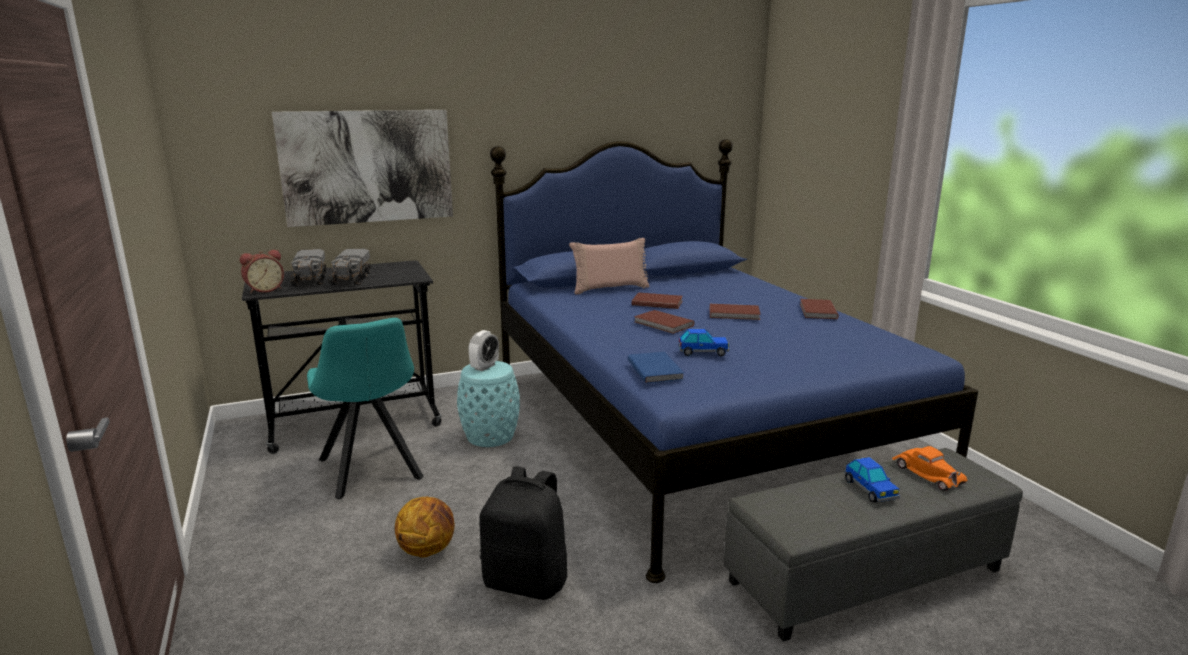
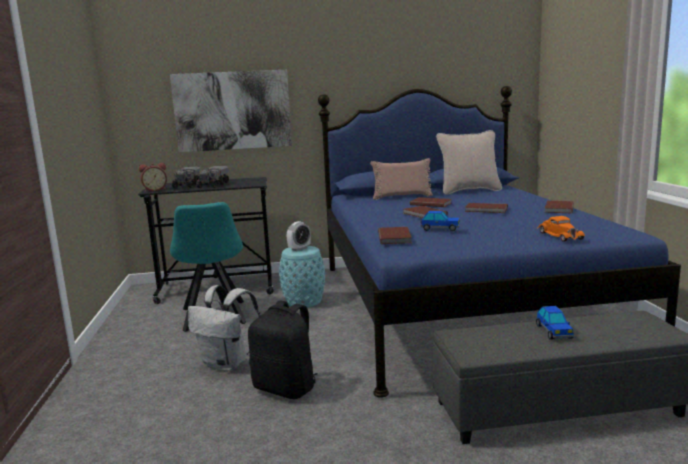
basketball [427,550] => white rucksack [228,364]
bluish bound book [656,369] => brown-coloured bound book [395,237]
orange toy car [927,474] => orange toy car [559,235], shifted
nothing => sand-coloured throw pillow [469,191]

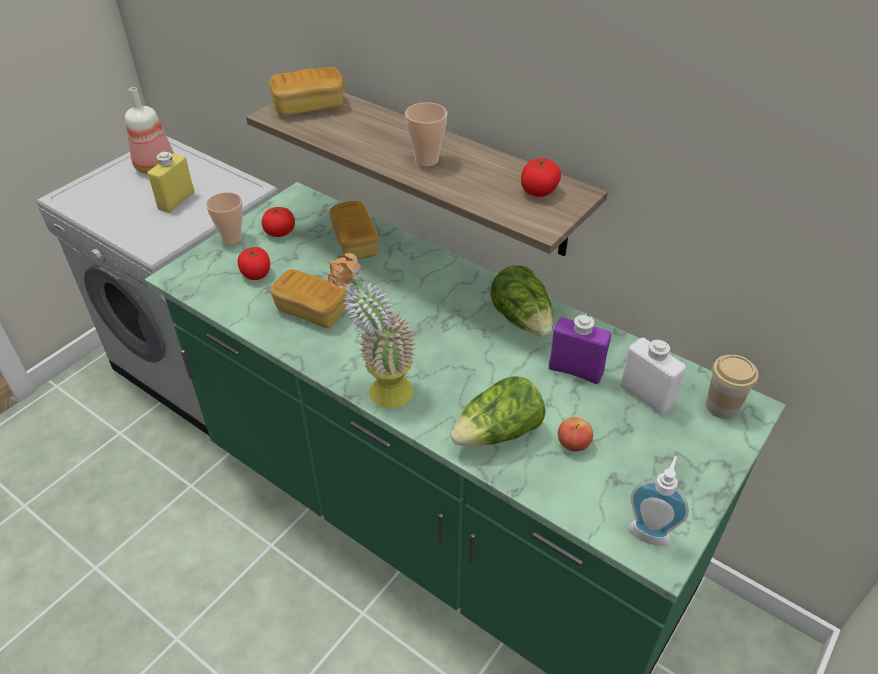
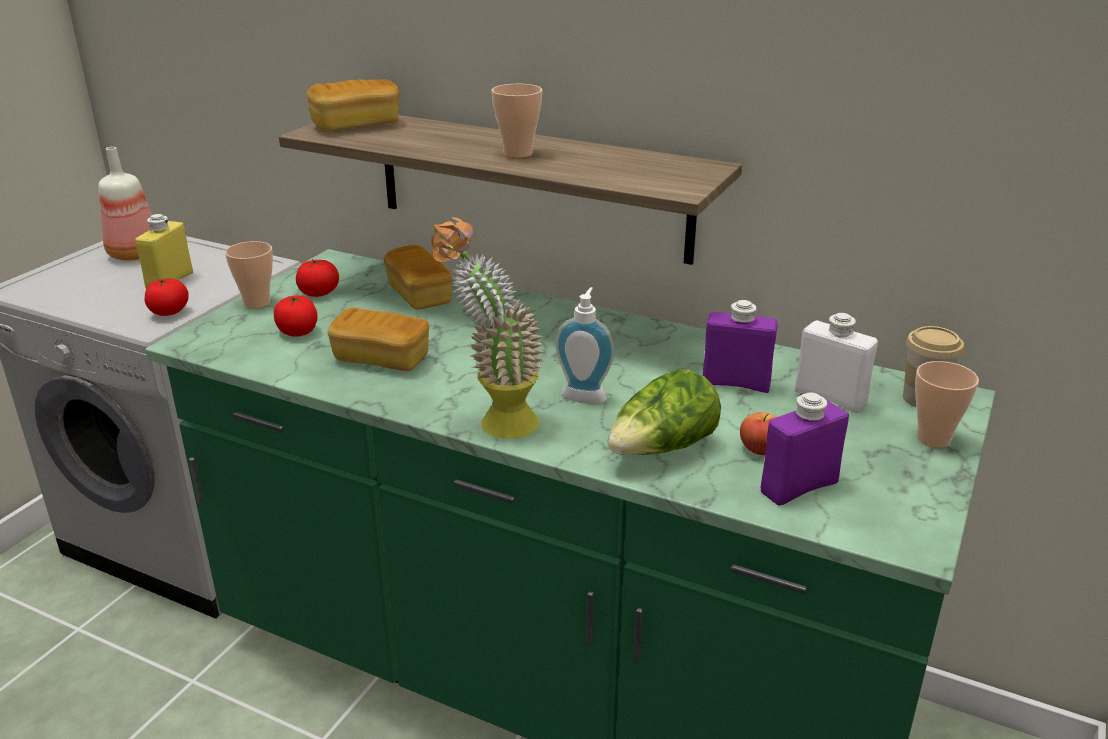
lettuce head [523,319] => nothing
whole tomato [538,191] => whole tomato [169,312], shifted
soap dispenser [650,530] => soap dispenser [585,395], shifted
nothing => purple bottle [799,487]
nothing => drinking cup [933,439]

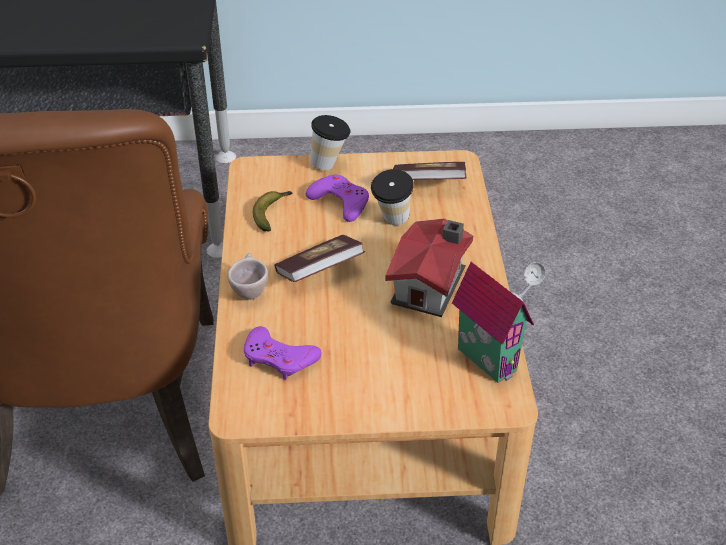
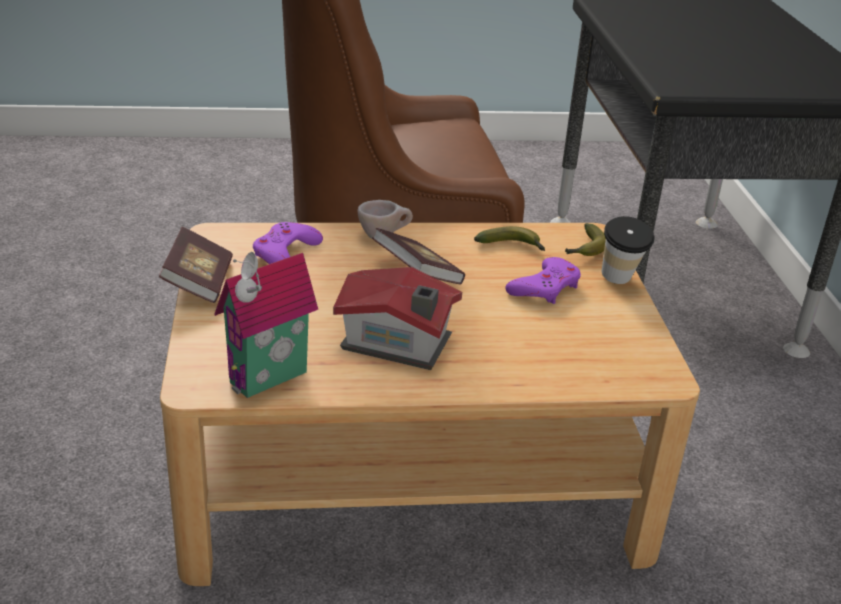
drinking cup [392,222] => nothing
bound book [429,184] => bound book [199,282], shifted
nothing => banana fruit [585,249]

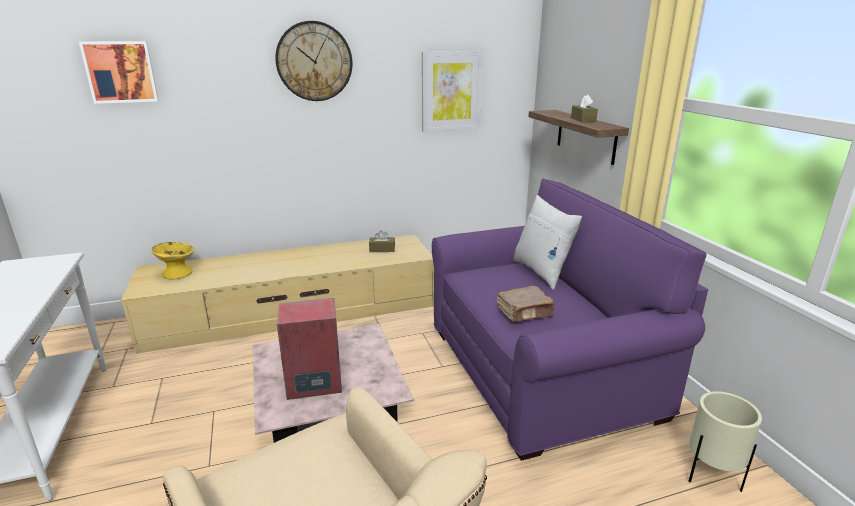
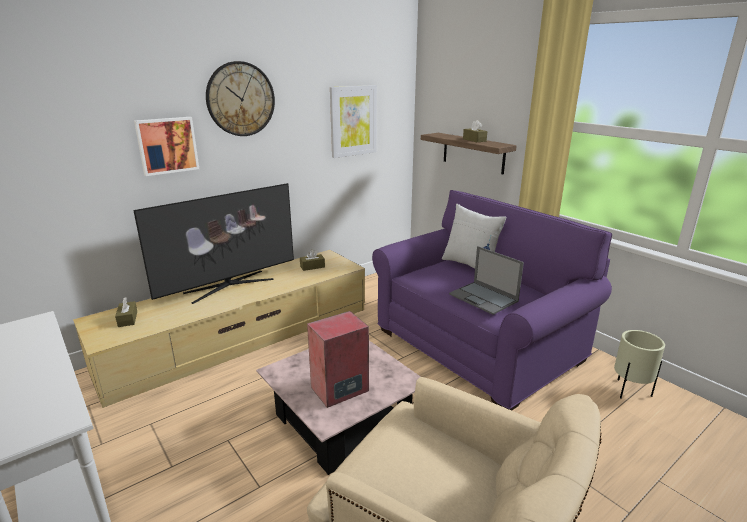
picture [121,72] => picture [167,145], shifted
yellow bowl [177,273] => brown-coloured box of tissues [127,319]
brown-coloured bound book [525,312] => notebook computer [484,298]
nothing => television [228,286]

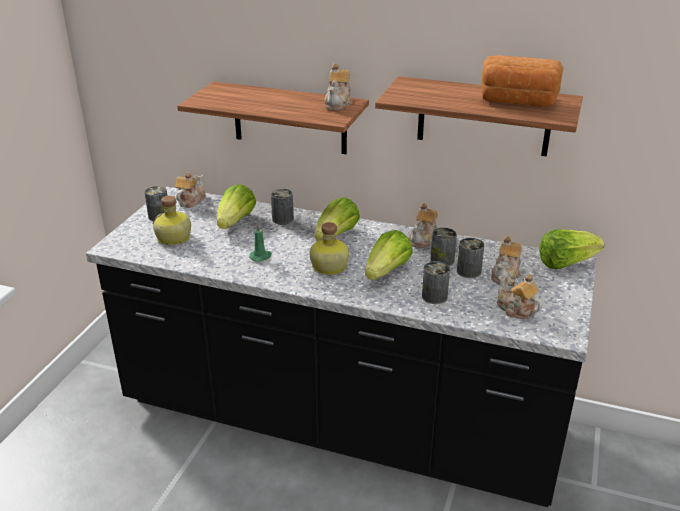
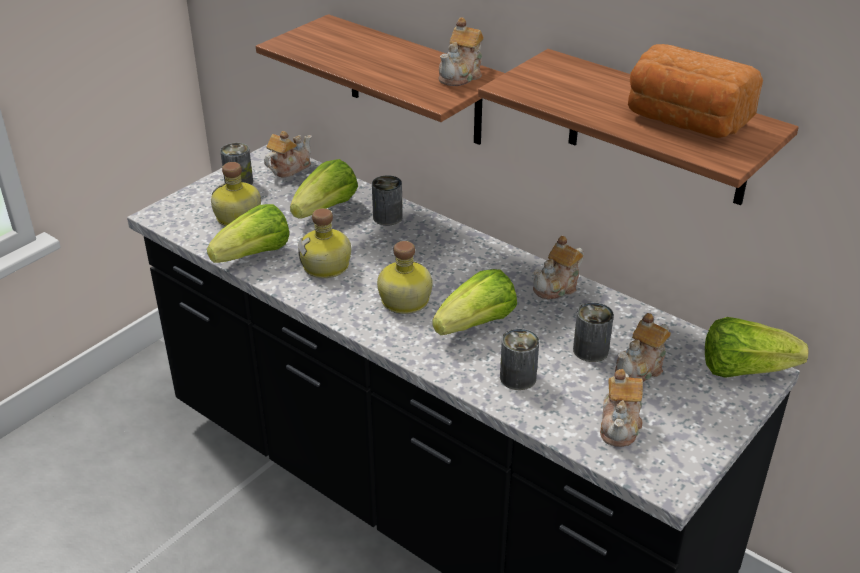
greenish wax light [261,256] => bottle [327,266]
lettuce head [336,235] => lettuce head [254,255], shifted
metal can [442,260] => nothing
tea pot [515,309] => tea pot [620,425], 150 degrees counterclockwise

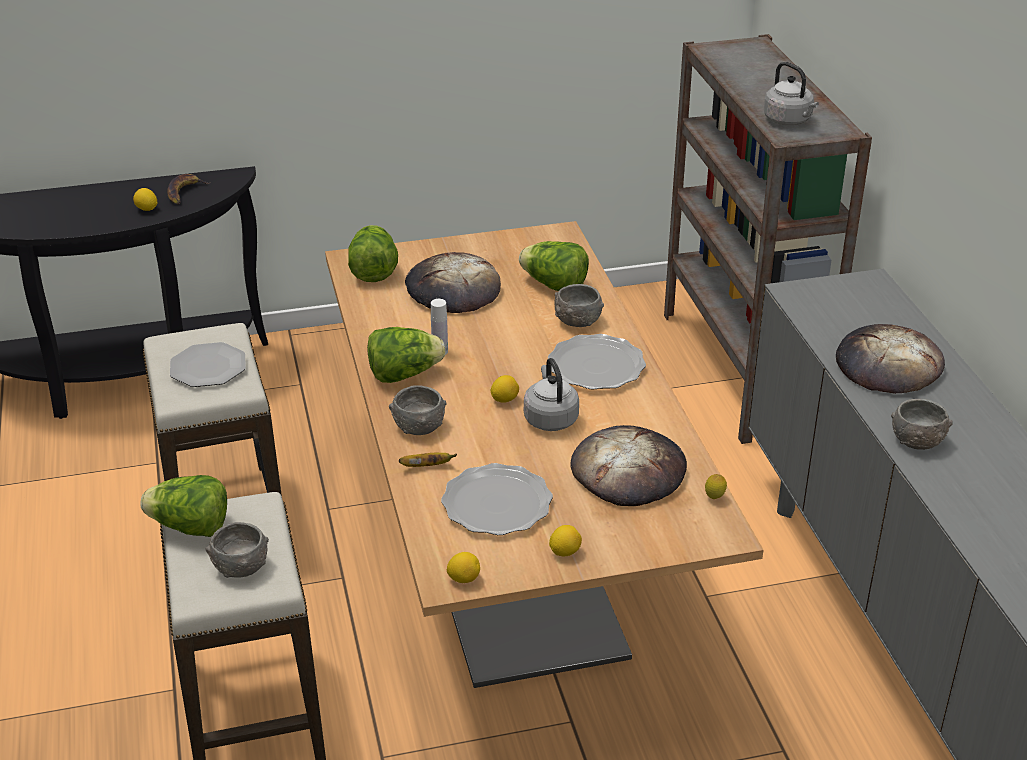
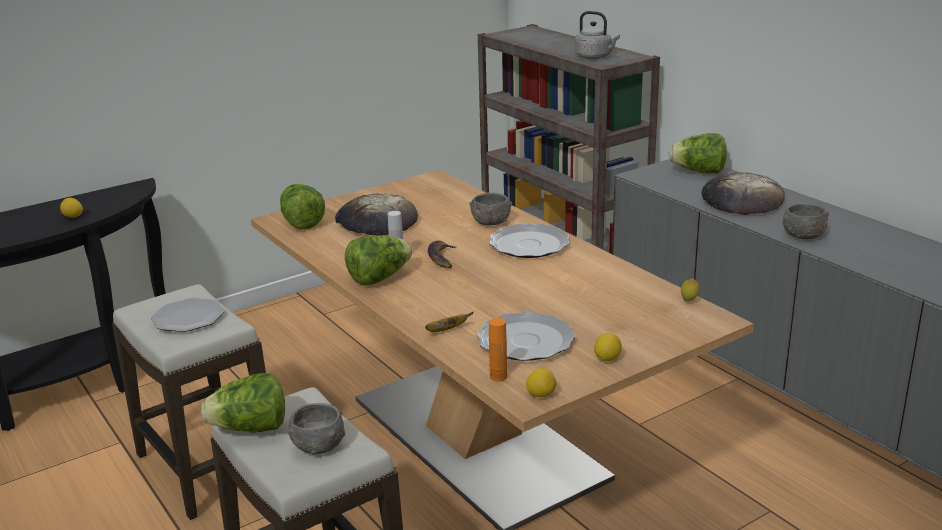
banana fruit [184,192] => banana fruit [442,258], shifted
grey bowl [418,426] => nothing
whole lemon [504,399] => nothing
lettuce head [554,285] => lettuce head [699,172], shifted
grey water kettle [550,418] => nothing
bakery bread [628,471] => nothing
nothing => orange bottle [498,377]

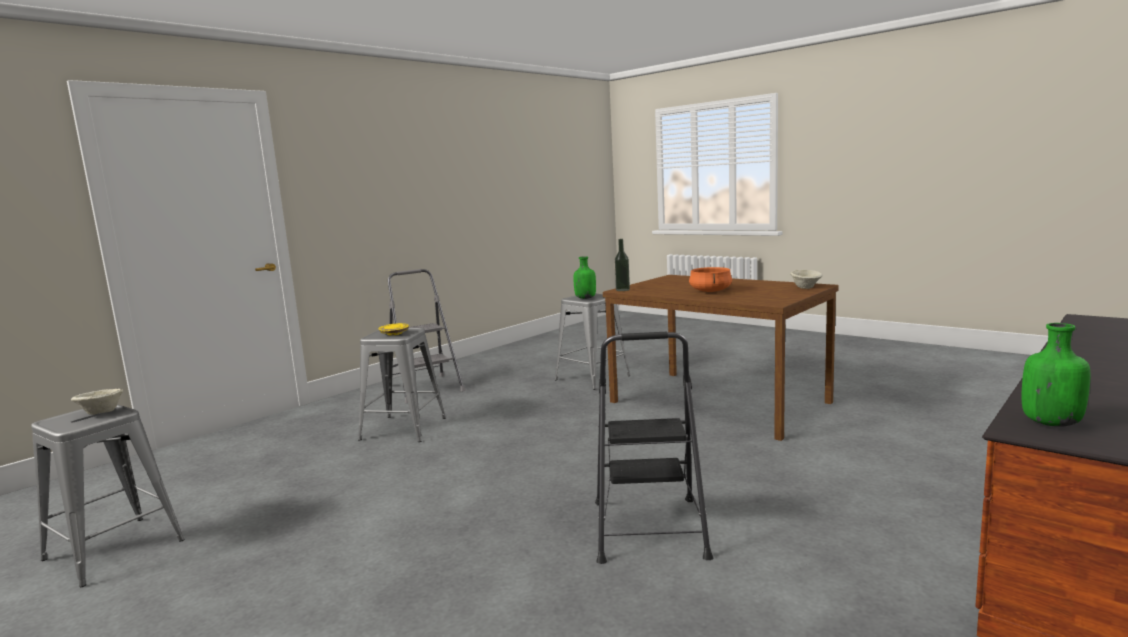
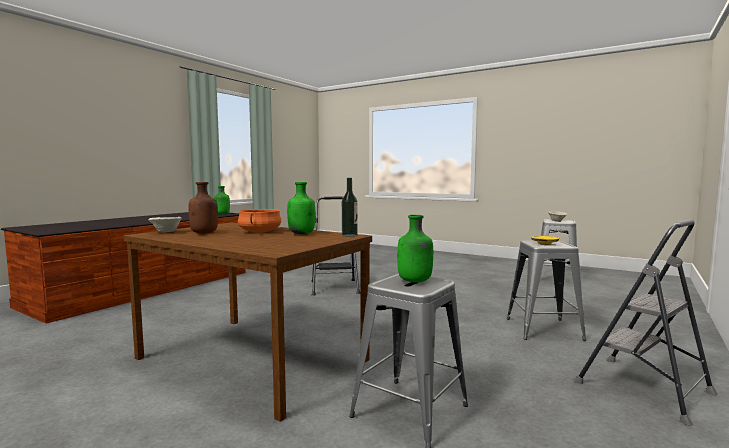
nothing => brown-coloured bottle [204,233]
nothing => greenish bottle [302,233]

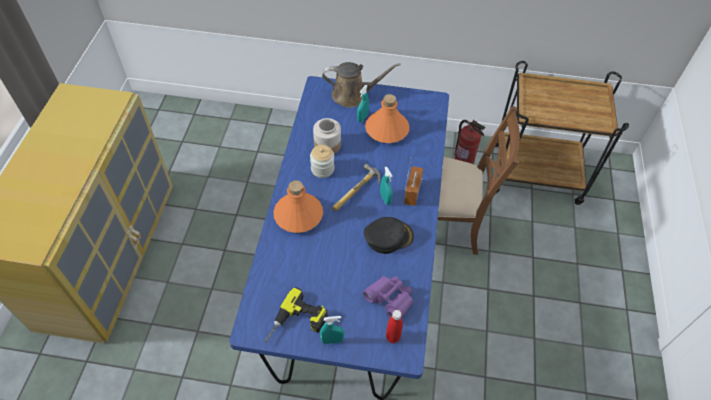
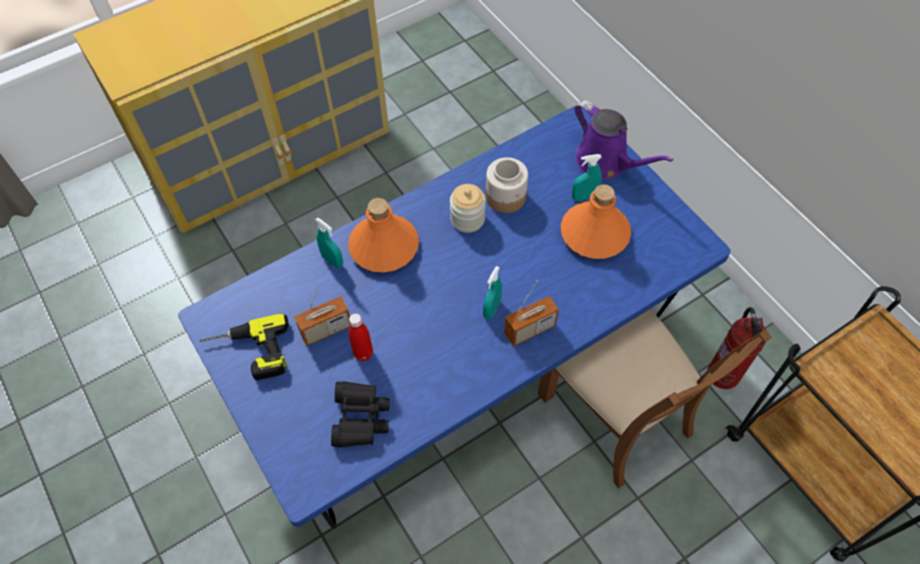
turquoise-coloured spray bottle [332,340] => turquoise-coloured spray bottle [332,261], shifted
brown-coloured sprinkling can [352,95] => purple sprinkling can [606,162]
hand hammer [358,192] => nothing
purple pair of binoculars [390,299] => black-coloured pair of binoculars [360,418]
black-coloured baseball cap [388,237] => nothing
red-coloured bottle [392,337] => red-coloured bottle [363,353], shifted
nothing => radio receiver [326,329]

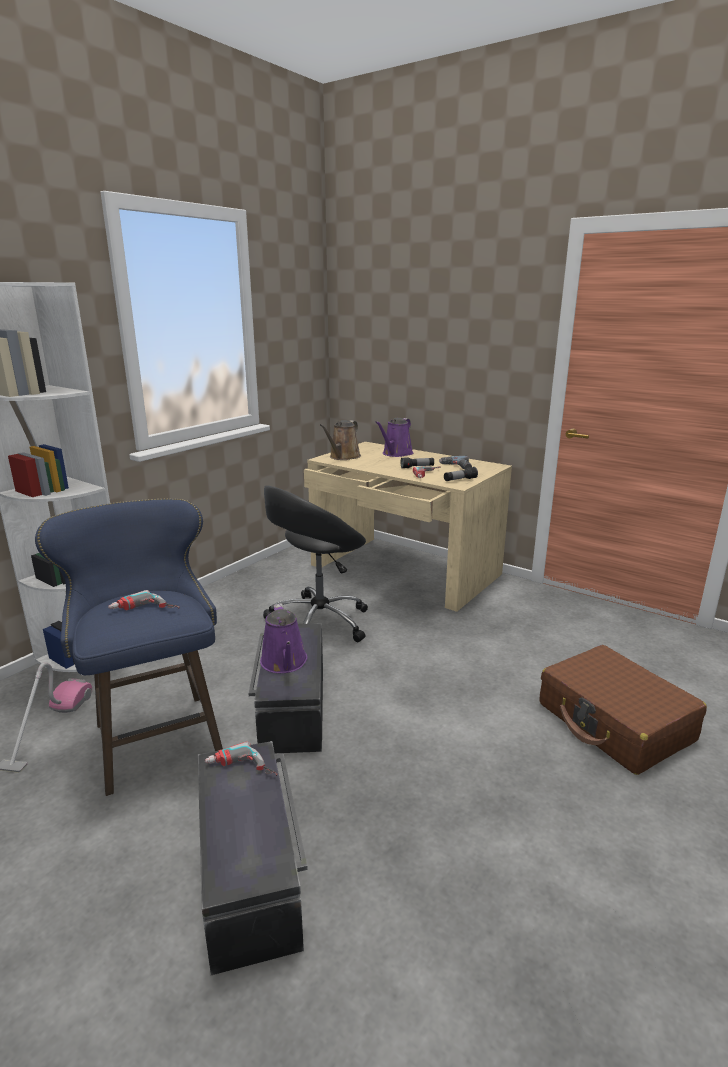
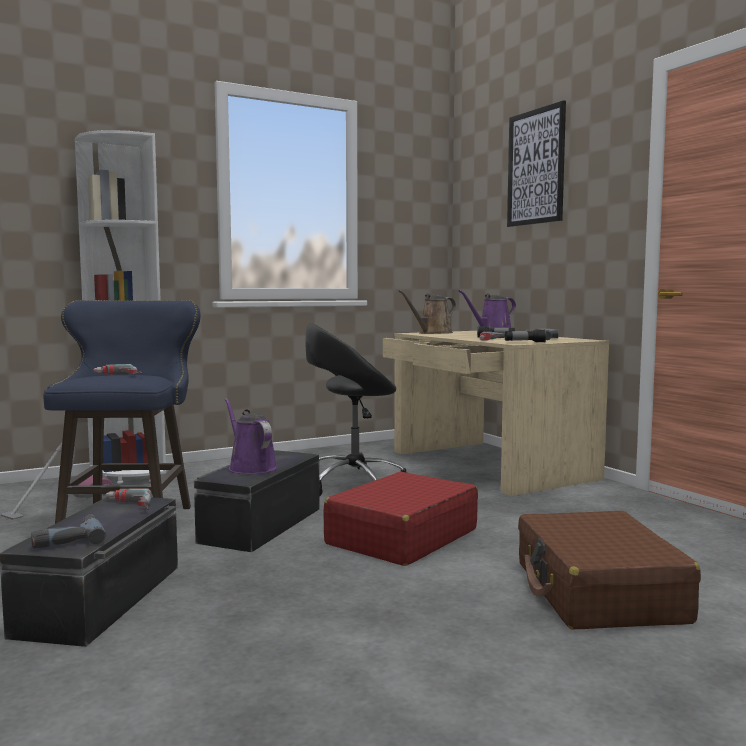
purple sprinkling can [284,663] => purple sprinkling can [250,467], 135 degrees clockwise
nothing => drill [67,539]
nothing => red-coloured travel case [401,537]
nothing => picture [536,167]

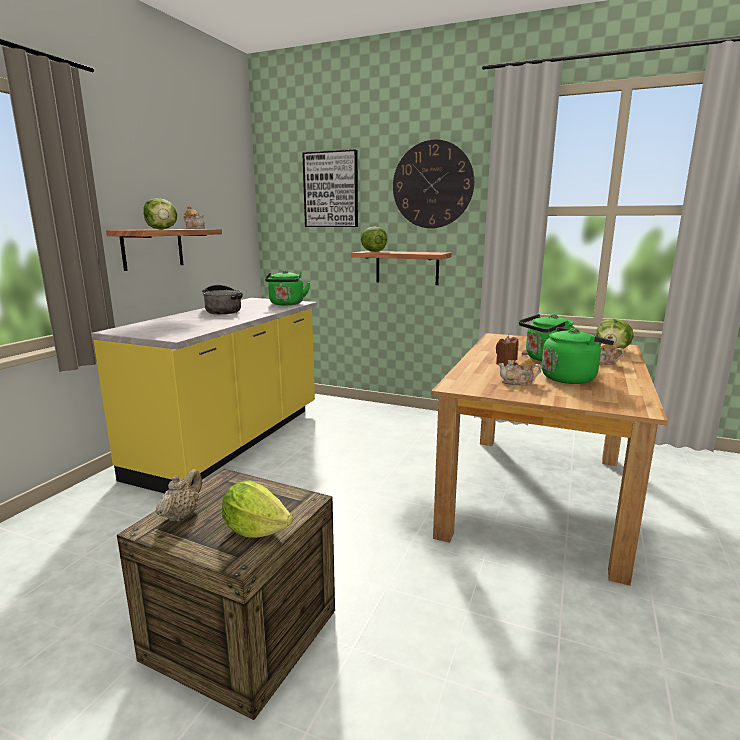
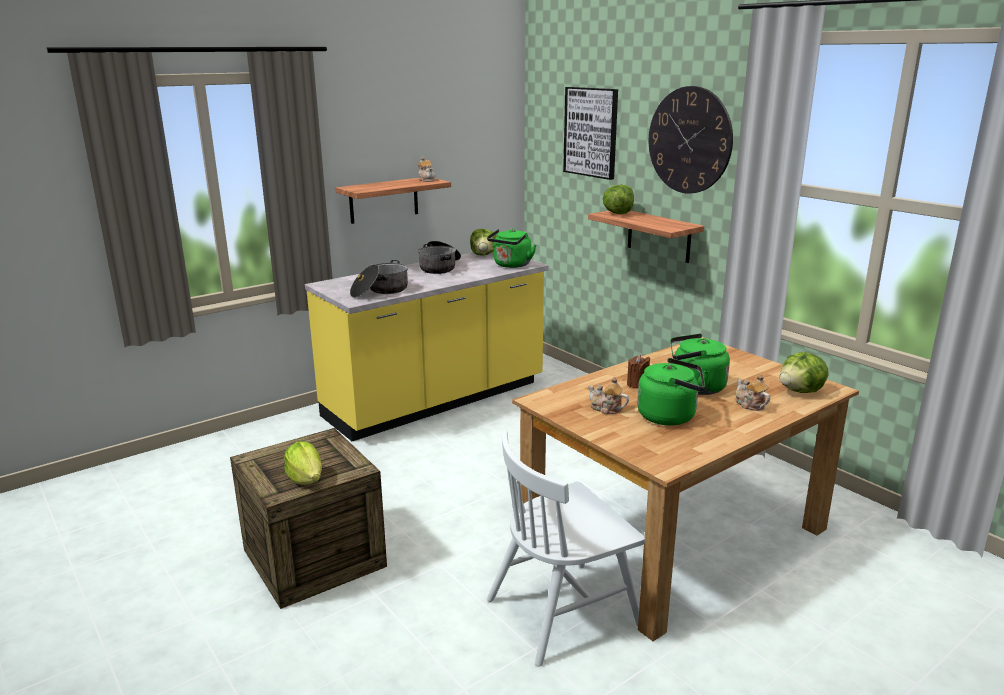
lettuce head [162,229] => lettuce head [483,255], shifted
sand-coloured tea pot [181,515] => nothing
nothing => saucepot [380,291]
nothing => white plain chair [563,611]

